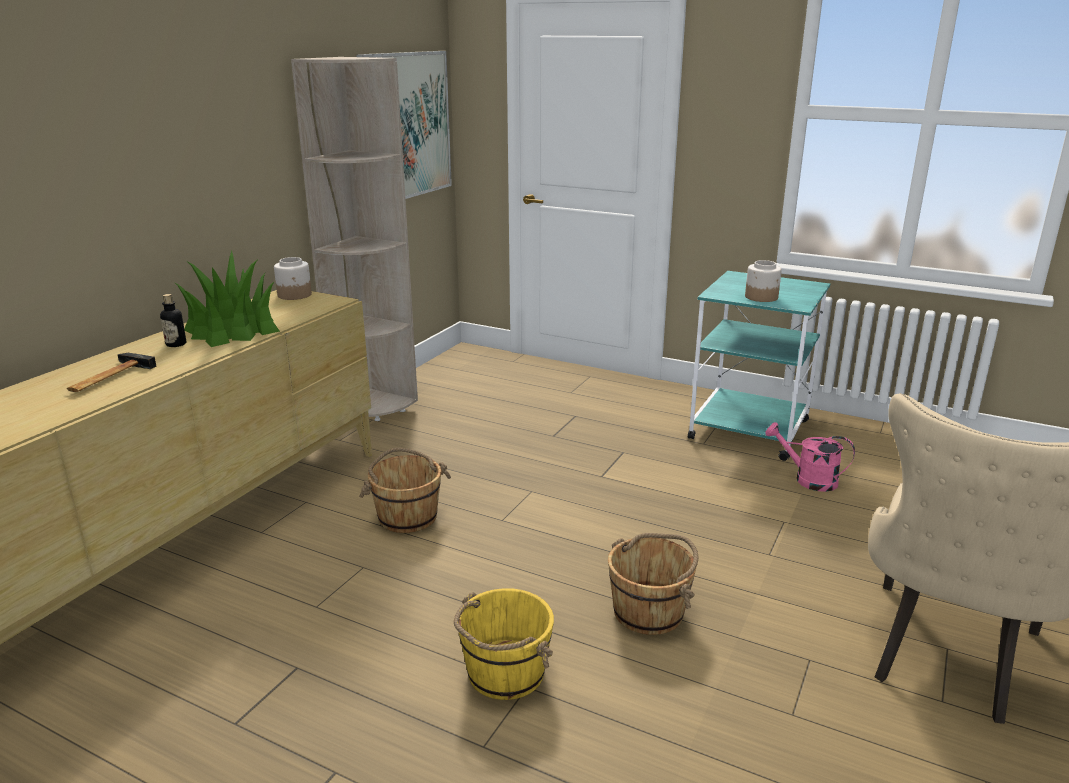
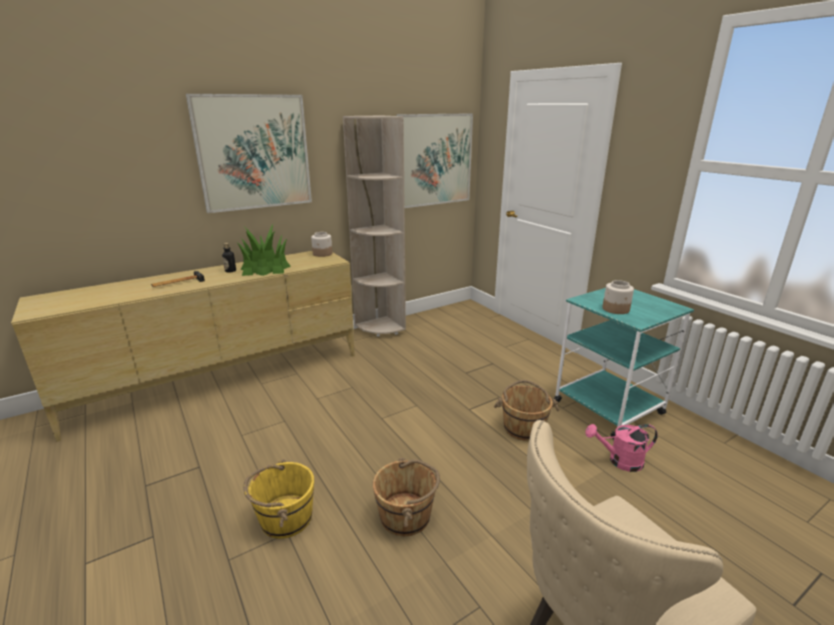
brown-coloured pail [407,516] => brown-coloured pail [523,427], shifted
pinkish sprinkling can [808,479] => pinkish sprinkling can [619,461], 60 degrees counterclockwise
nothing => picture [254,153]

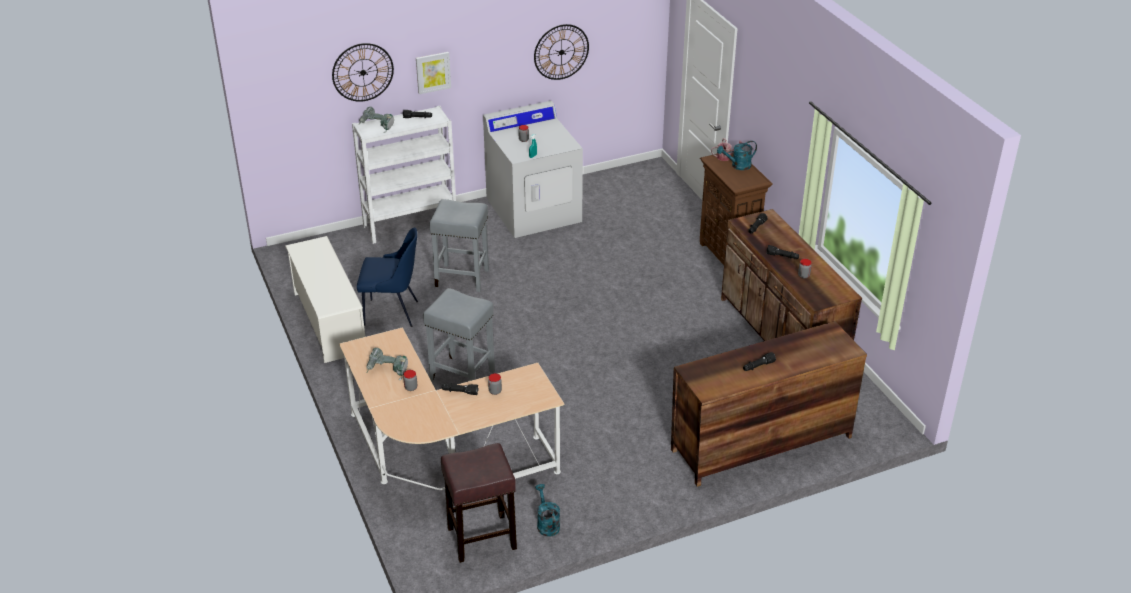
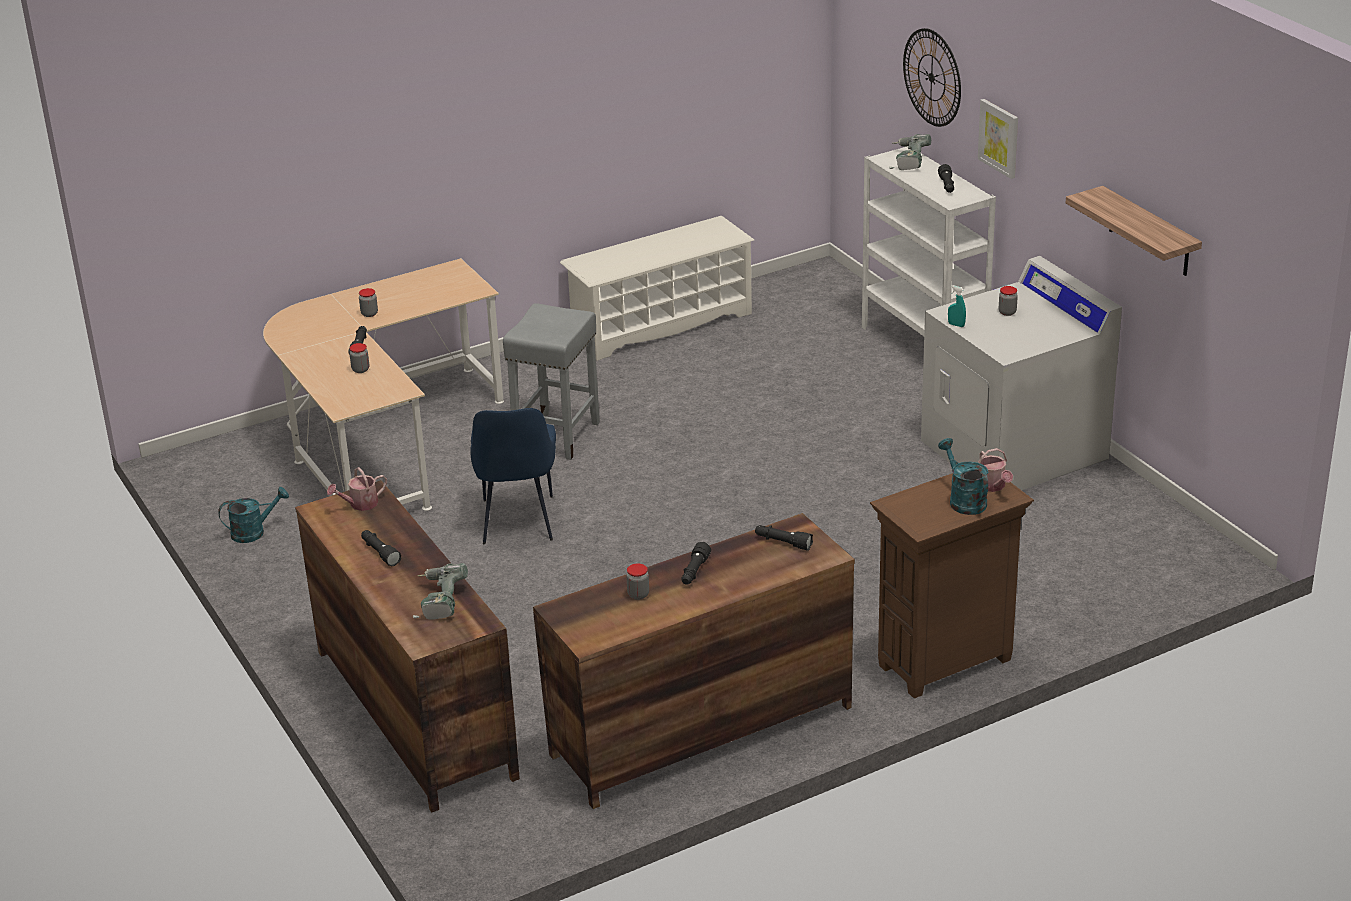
bluish plain chair [391,313] => bluish plain chair [518,520], shifted
drill [387,371] => drill [439,602], shifted
grey stool seat [463,278] => nothing
brown-coloured stool seat [480,538] => nothing
clock on the wall [561,52] => wall shelf [1149,232]
nothing => sprinkling can [360,504]

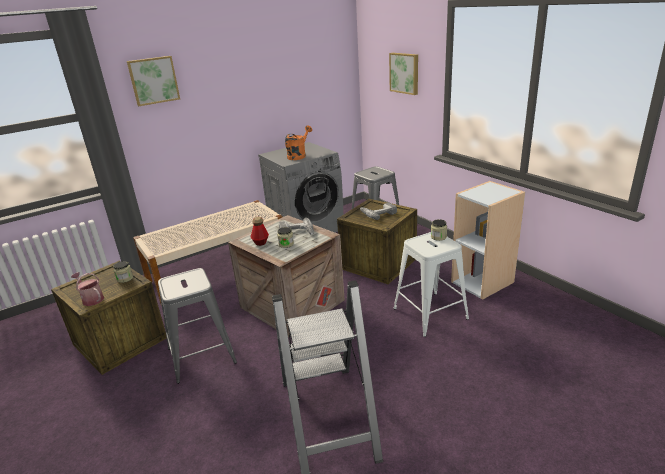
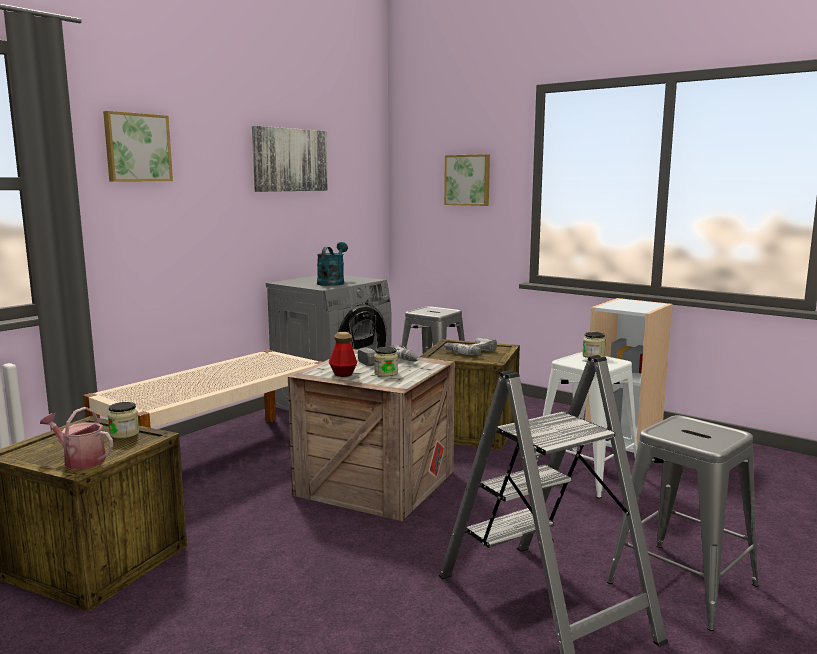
grey stool seat [201,355] => grey stool seat [681,584], shifted
orange sprinkling can [298,155] => turquoise-coloured sprinkling can [332,282]
nothing => picture [289,160]

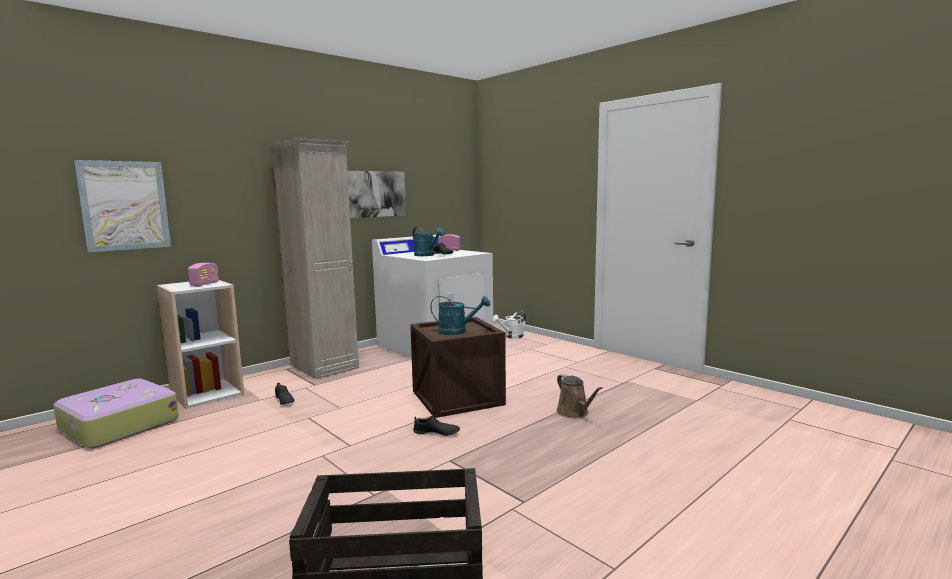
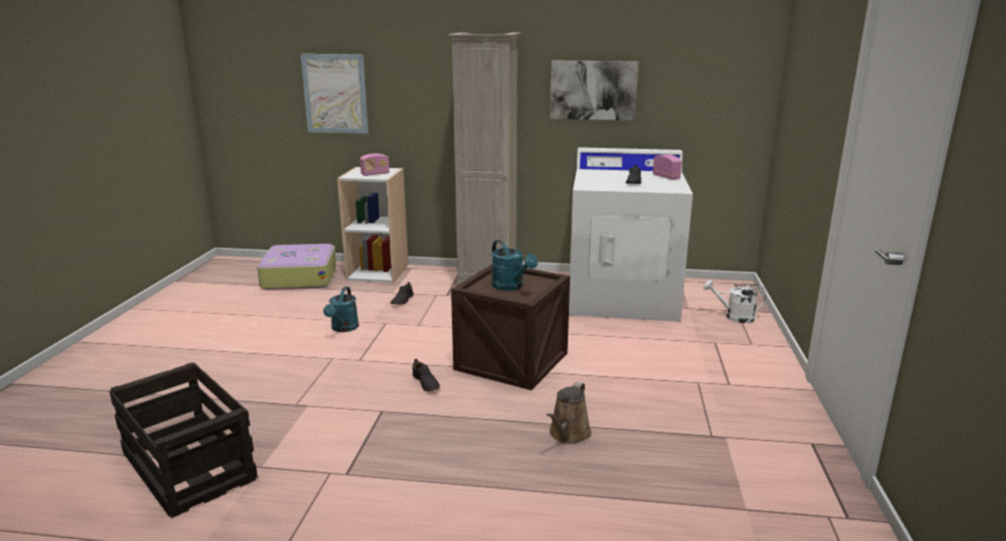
turquoise-coloured sprinkling can [427,255] => turquoise-coloured sprinkling can [343,328], shifted

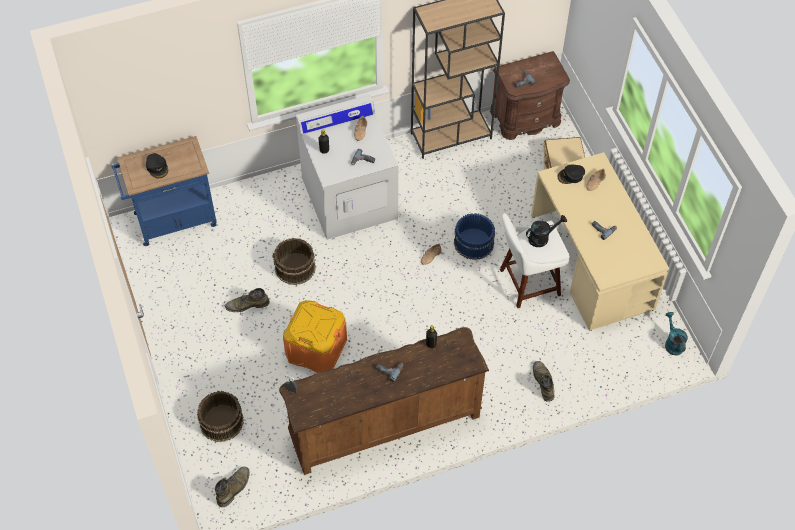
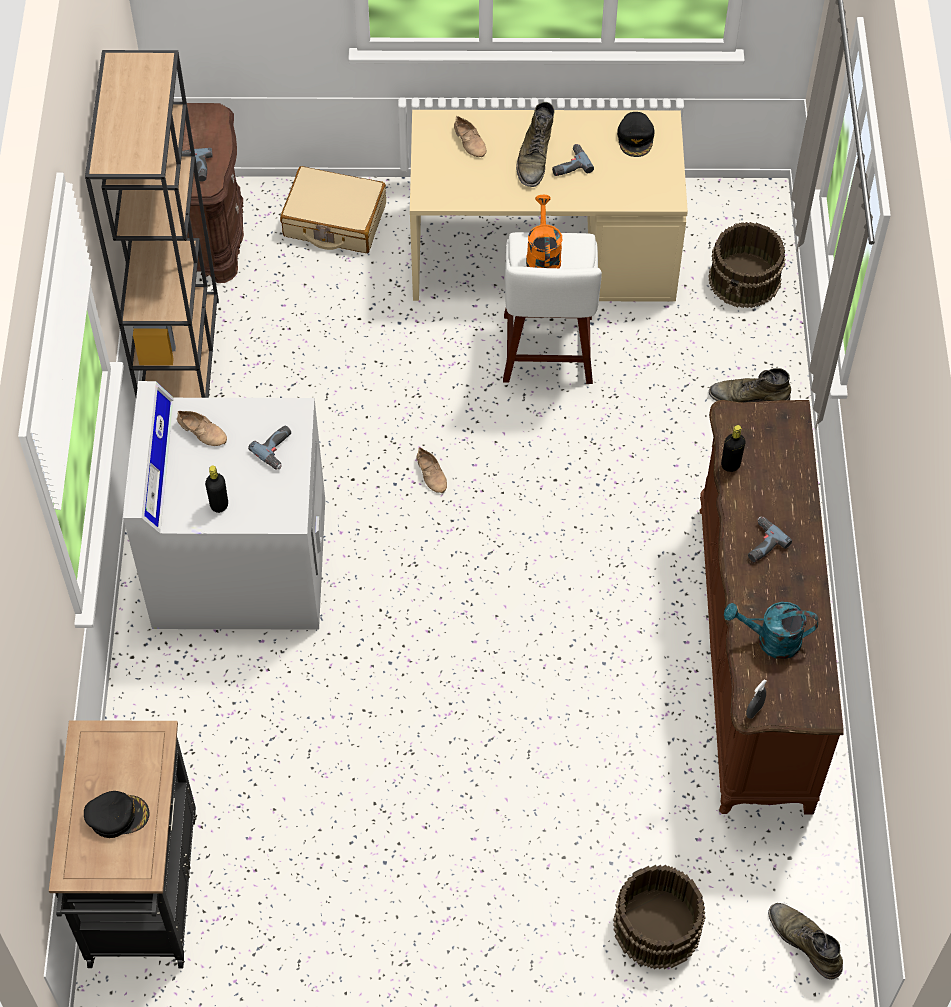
bluish cart [173,220] => black-coloured cart [142,895]
greenish boot [247,305] => greenish boot [534,159], shifted
brown-coloured pail [295,268] => brown-coloured pail [745,279], shifted
orange storage box [316,349] => nothing
bluish pail [474,242] => nothing
black-coloured sprinkling can [542,238] => orange sprinkling can [542,256]
black-coloured baseball cap [571,176] => black-coloured baseball cap [636,138], shifted
turquoise-coloured sprinkling can [672,343] => turquoise-coloured sprinkling can [770,640], shifted

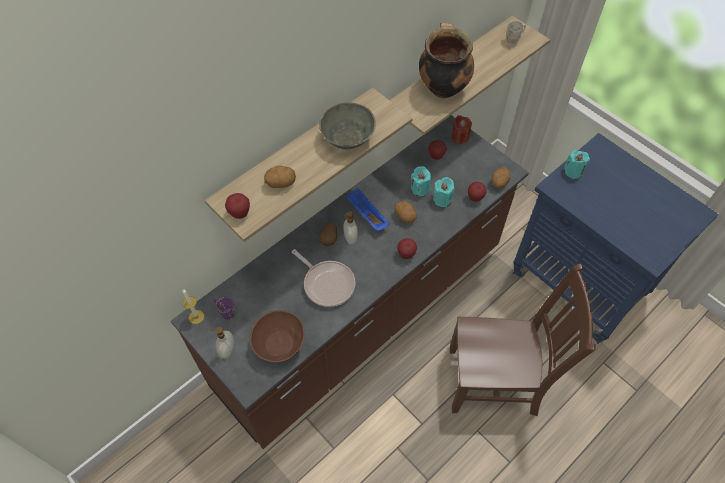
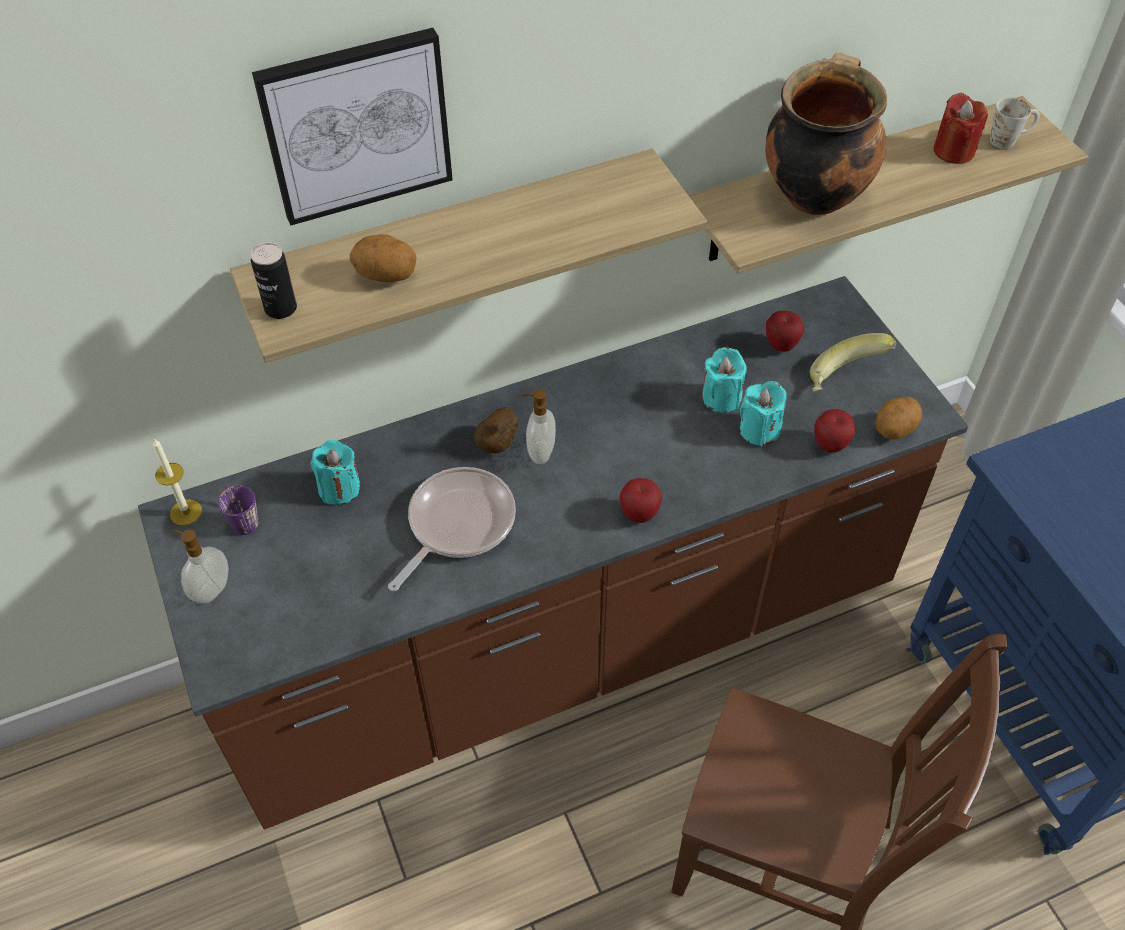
apple fruit [240,214] => metal can [281,308]
brown-coloured bowl [278,343] => nothing
skillet [327,283] => skillet [457,524], 120 degrees counterclockwise
grey bowl [347,138] => nothing
bluish tray [366,215] => nothing
spud [405,217] => nothing
red-coloured wax light [460,137] => red-coloured wax light [953,151], shifted
turquoise-coloured wax light [573,171] => turquoise-coloured wax light [339,488], shifted
nothing => picture [356,125]
nothing => banana fruit [845,380]

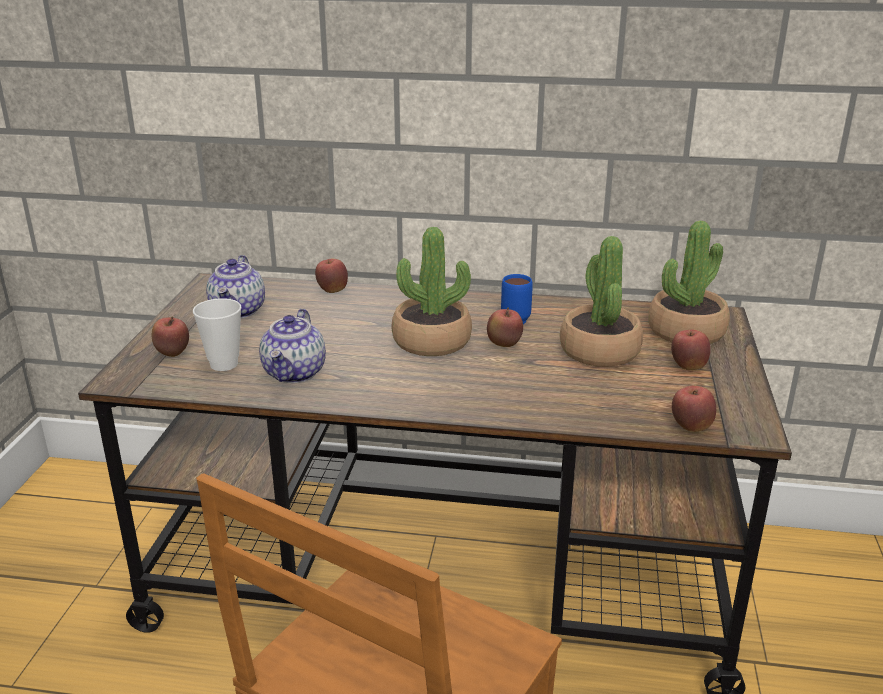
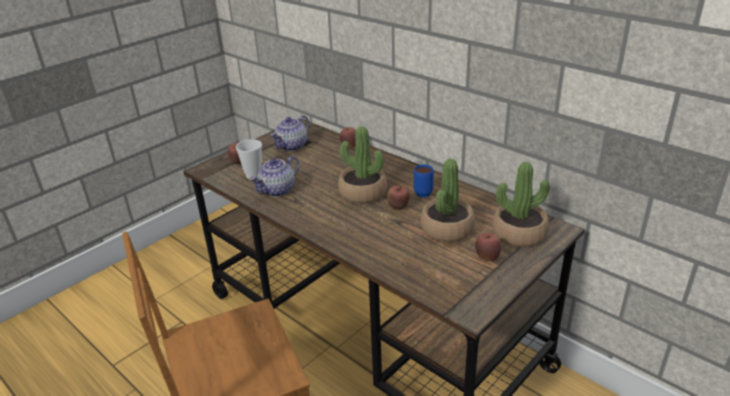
apple fruit [691,427] => nothing

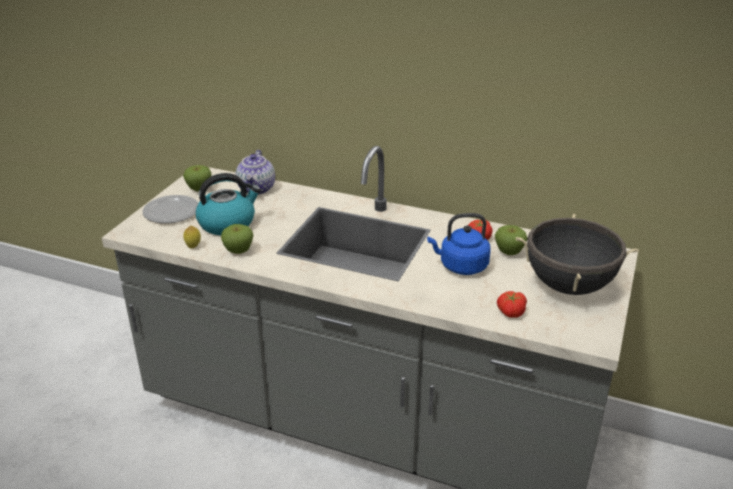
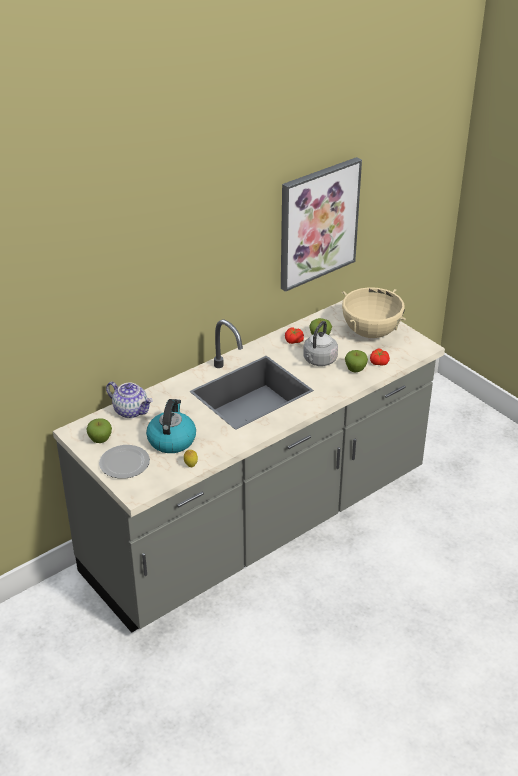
apple fruit [238,251] => apple fruit [355,370], shifted
bluish water kettle [461,266] => grey water kettle [319,361]
black-coloured saucepot [569,286] => sand-coloured saucepot [371,332]
nothing => picture [318,223]

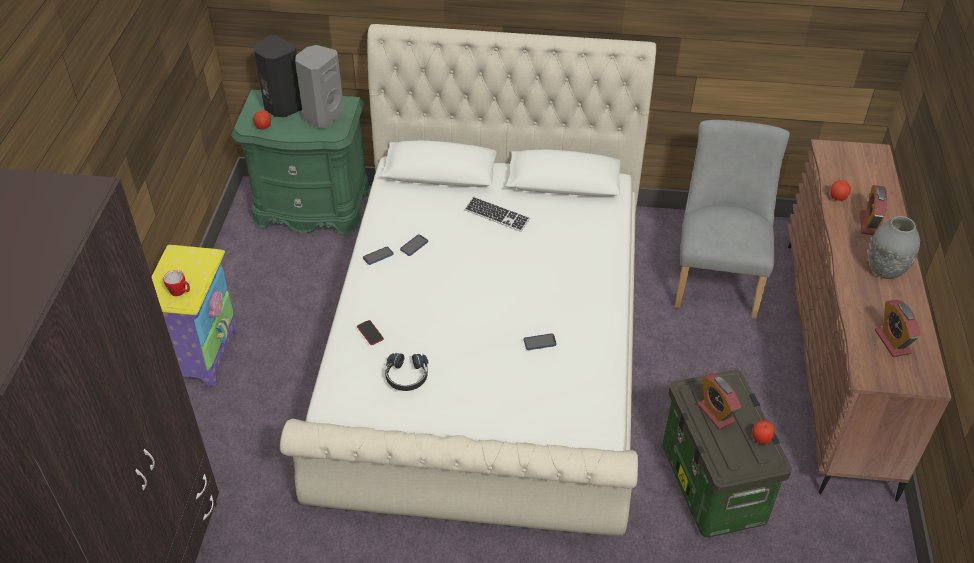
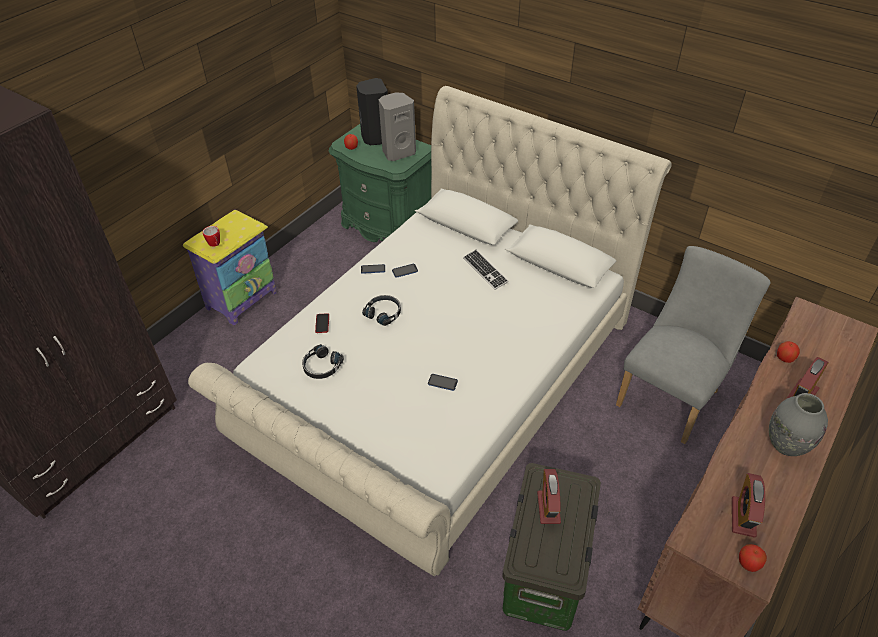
apple fruit [761,439] => apple fruit [748,564], shifted
nothing => black-coloured headphones [384,313]

